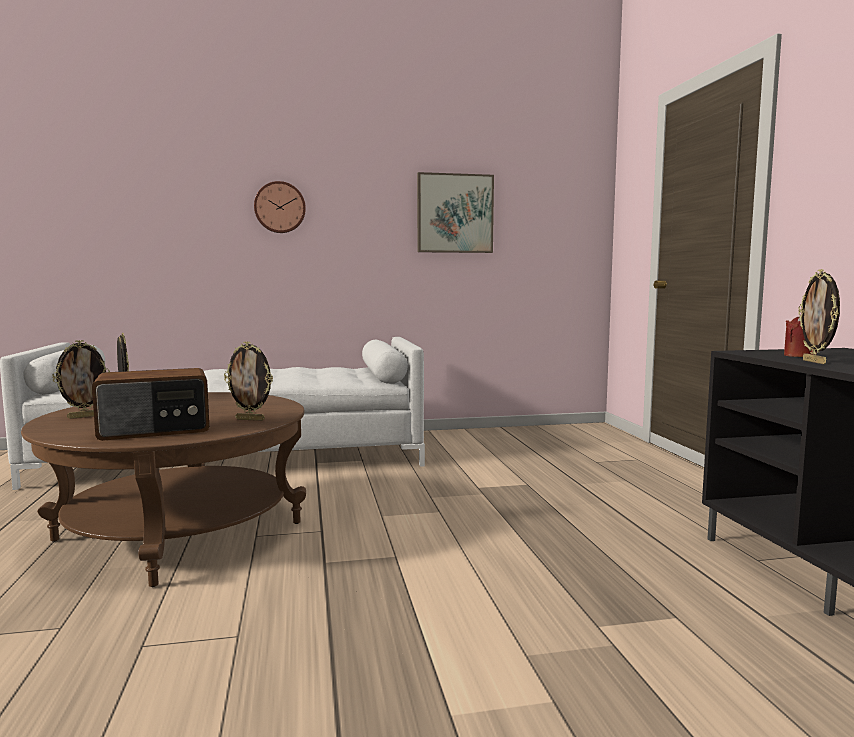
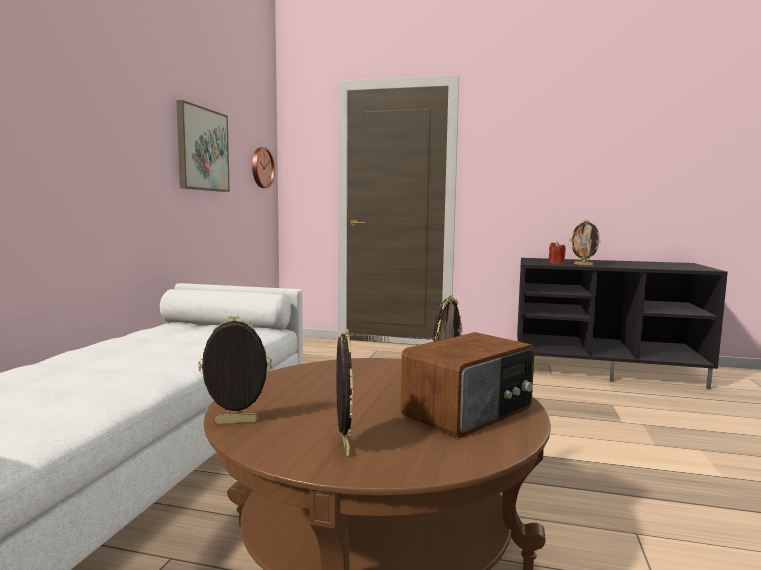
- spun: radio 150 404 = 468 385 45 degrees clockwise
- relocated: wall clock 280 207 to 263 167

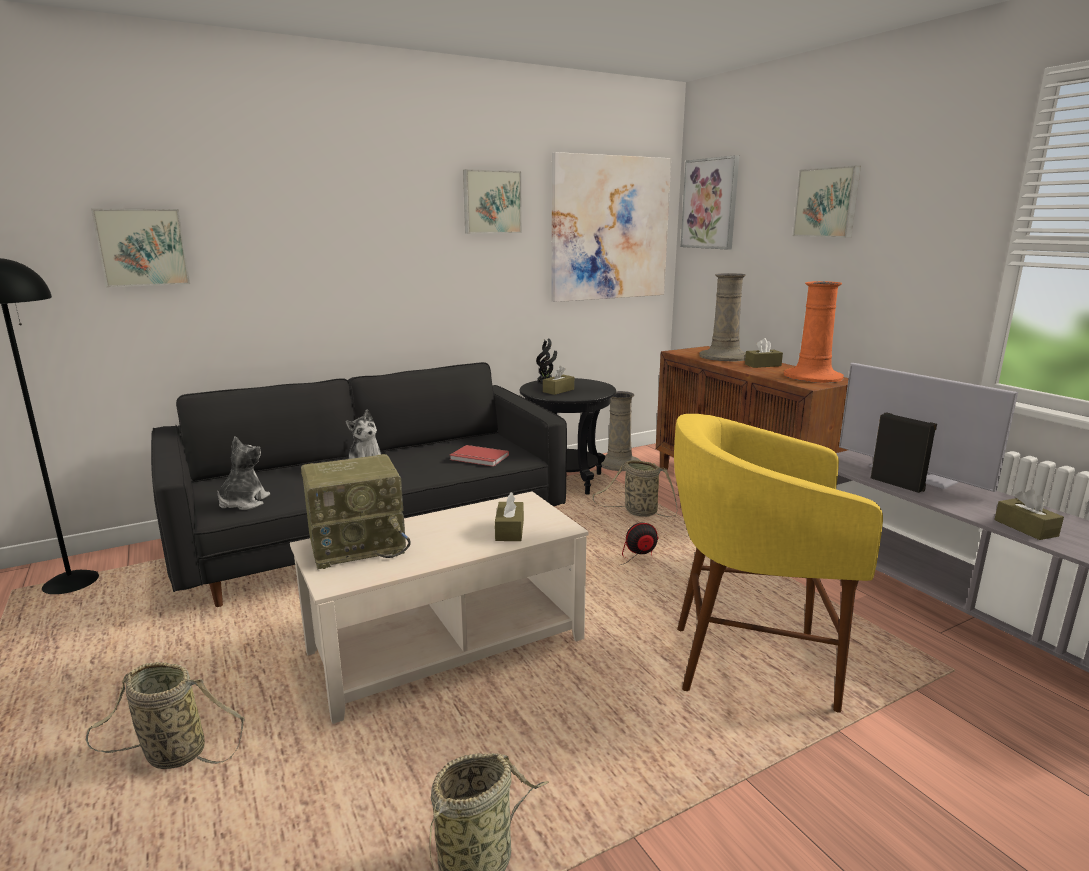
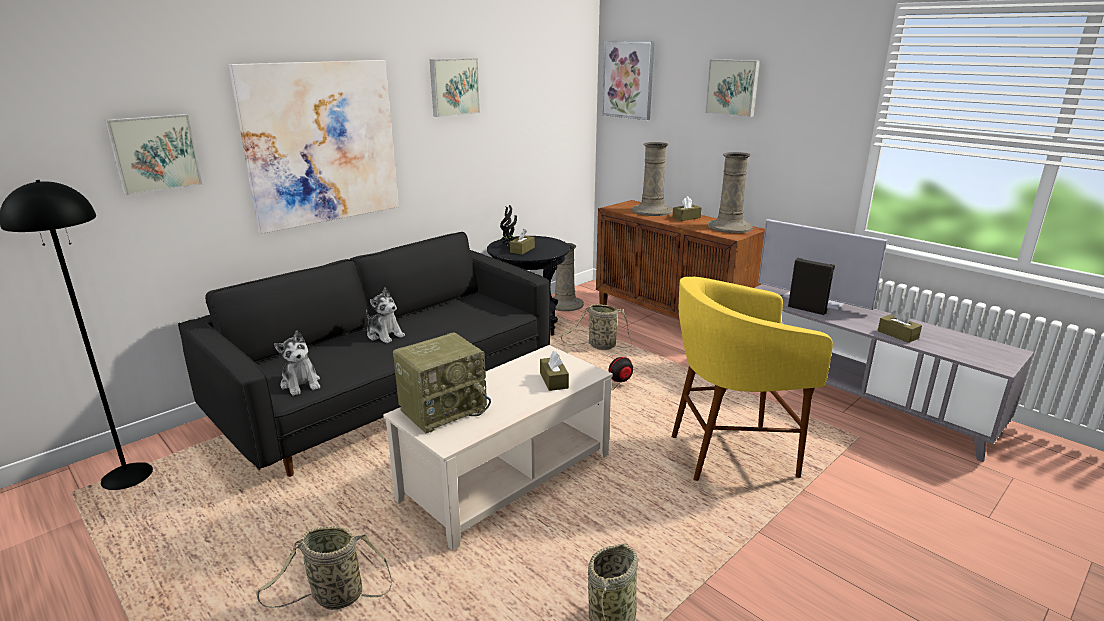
- spun: plush toy 243 473 = 297 363 150 degrees clockwise
- missing: book/red 479 456
- relocated: picture 611 227 to 314 147
- colour: vase/orange 814 332 to vase/beige 730 192

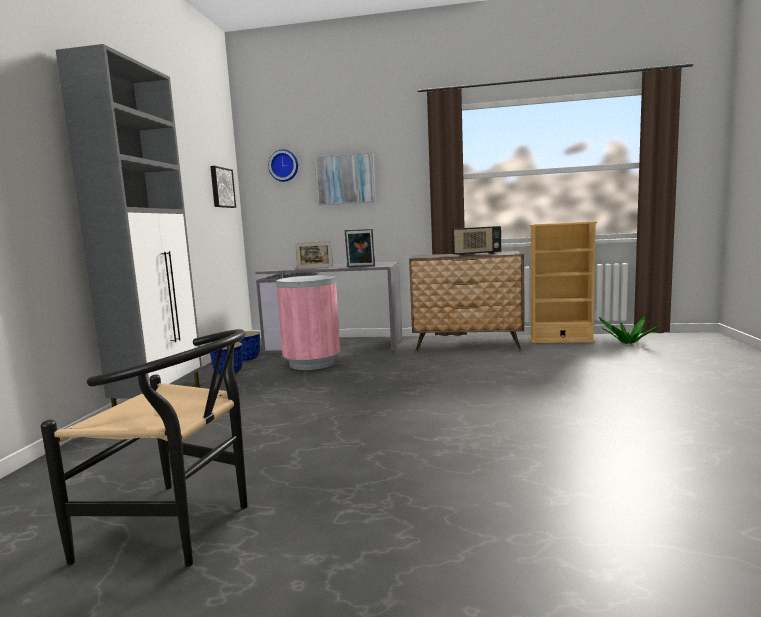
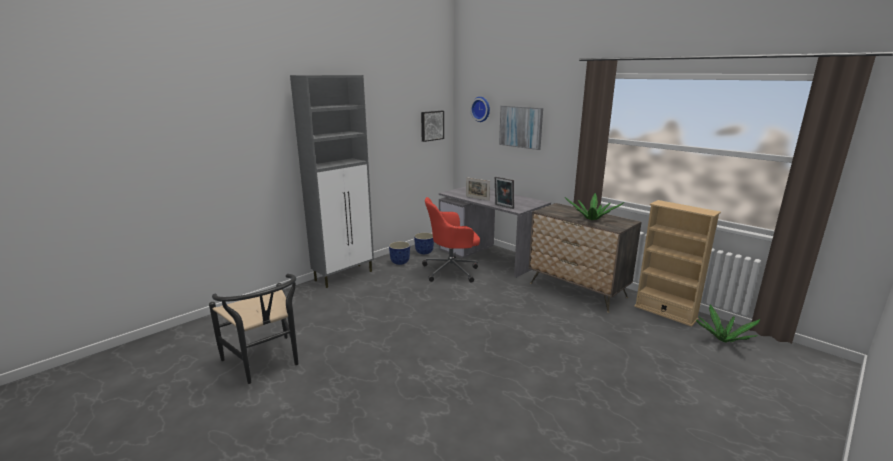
- exchanged: trash can/pink 308 322 to office chair/red 451 240
- exchanged: radio 476 241 to potted plant 594 206

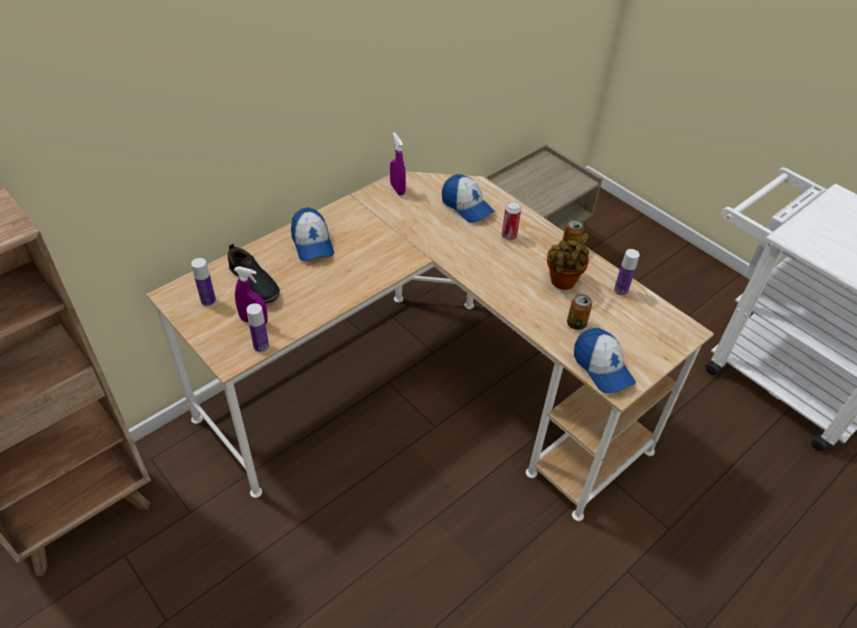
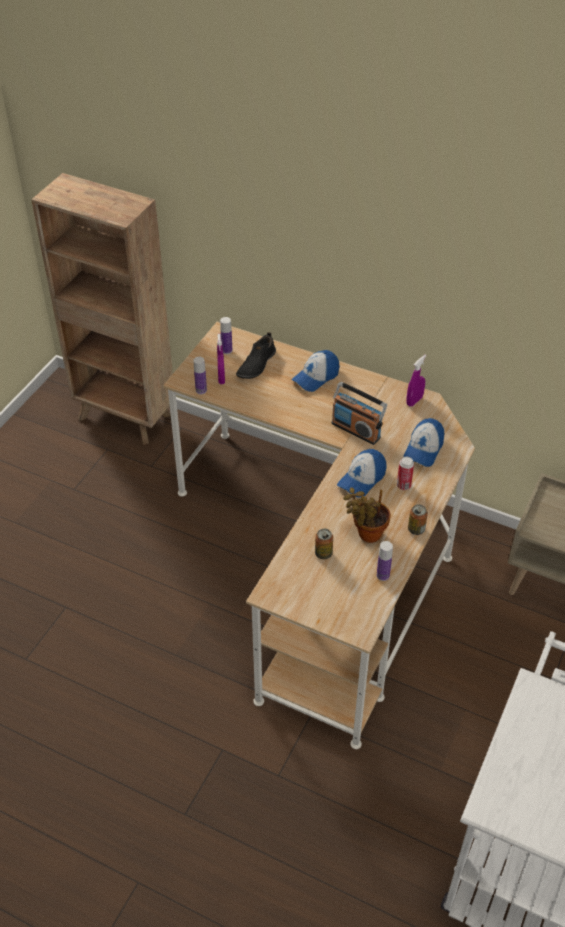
- relocated: cap 605 360 to 362 473
- appeared: radio 359 413

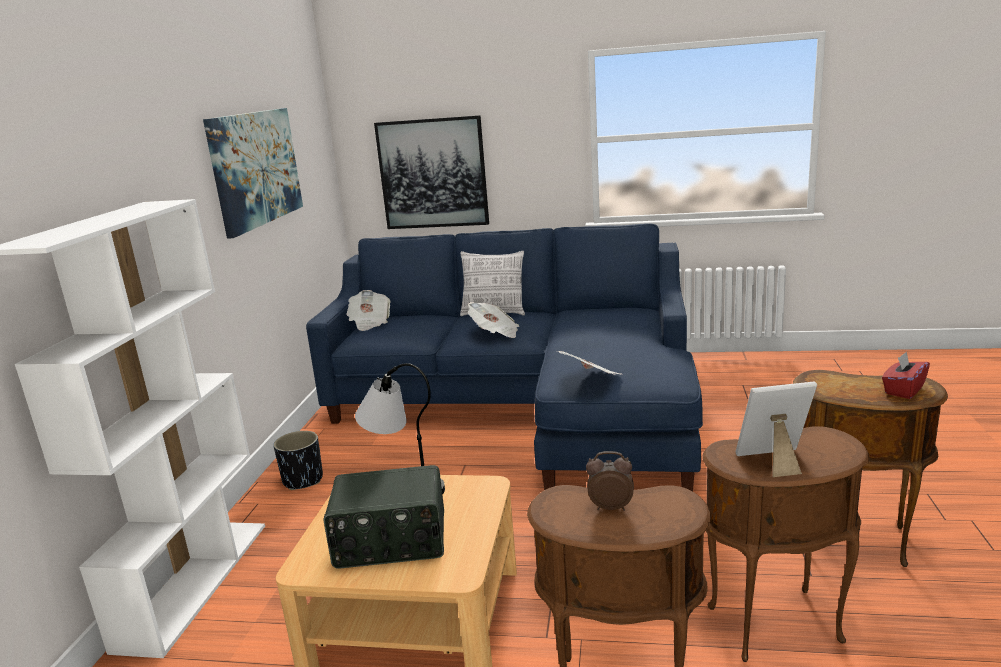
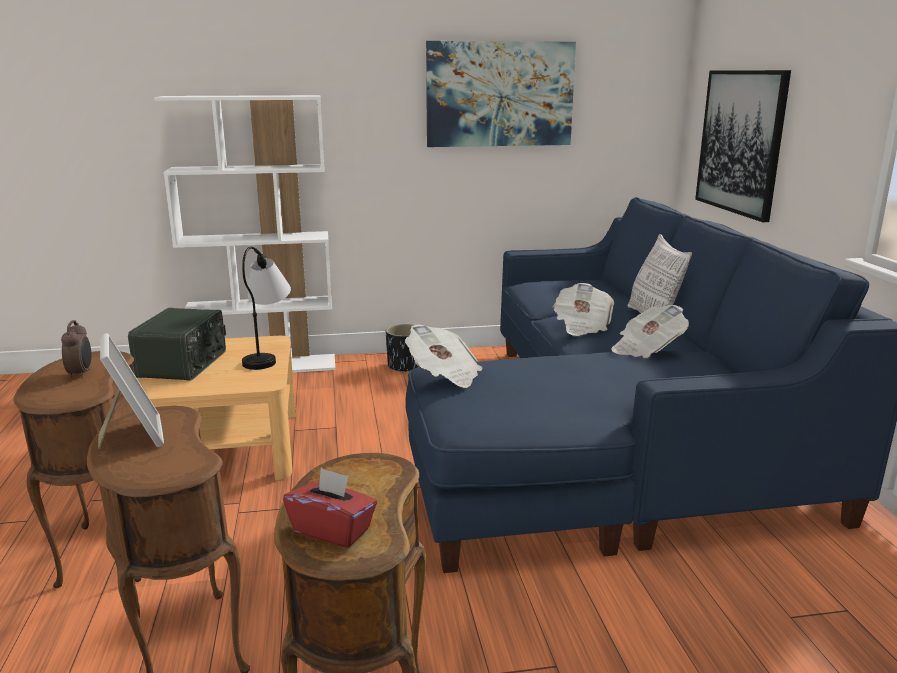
- spun: radio 384 517 = 177 344 150 degrees counterclockwise
- relocated: newspaper 368 310 to 650 331

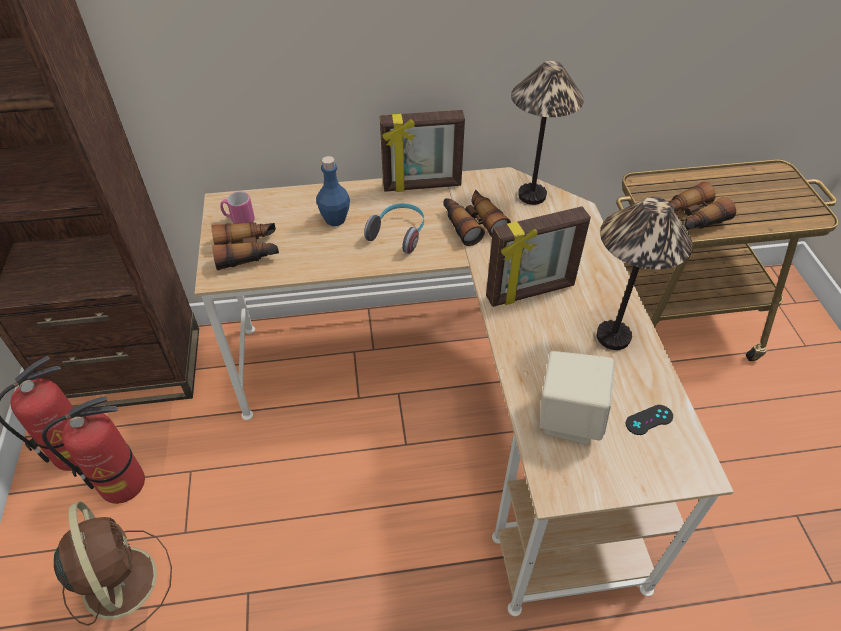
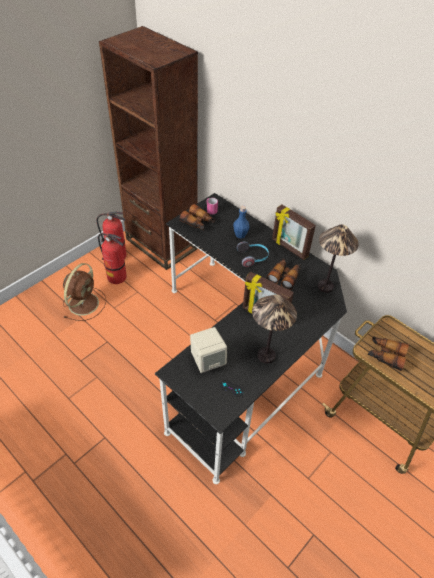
- colour: desk/beige 464 391 to desk/black 251 338

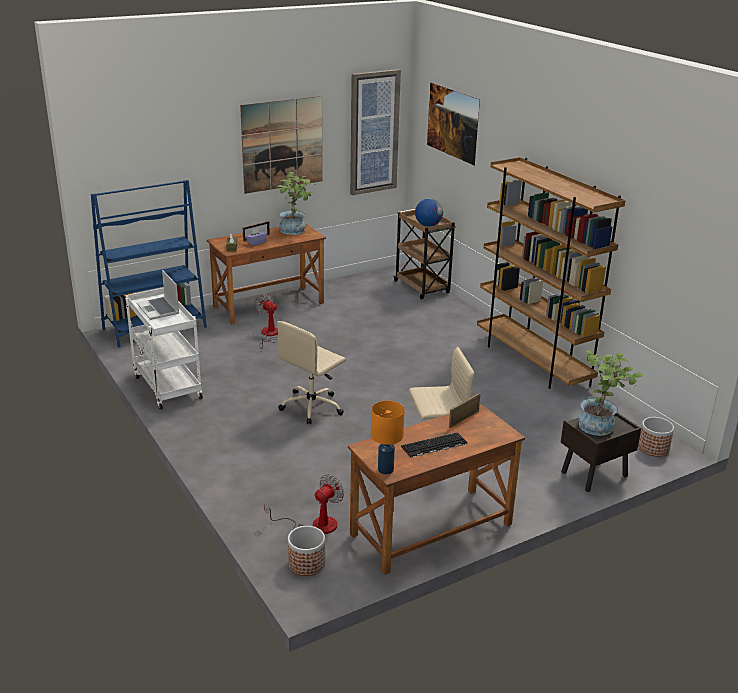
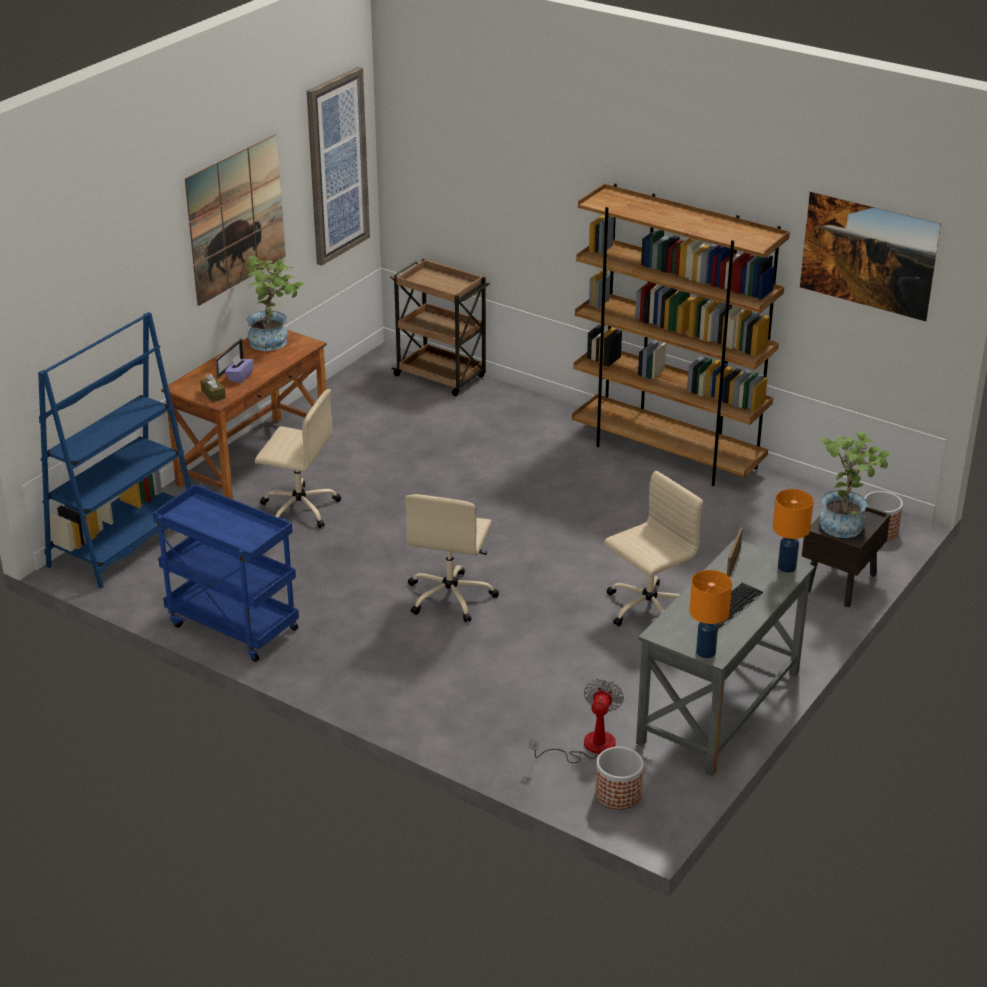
- colour: cart/white 164 349 to cart/blue 226 573
- missing: laptop 158 295
- exchanged: fan 267 321 to office chair/beige 298 458
- colour: desk/brown 437 489 to desk/grey 725 657
- missing: globe 429 212
- relocated: picture 453 124 to 870 257
- appeared: table lamp/orange 793 531

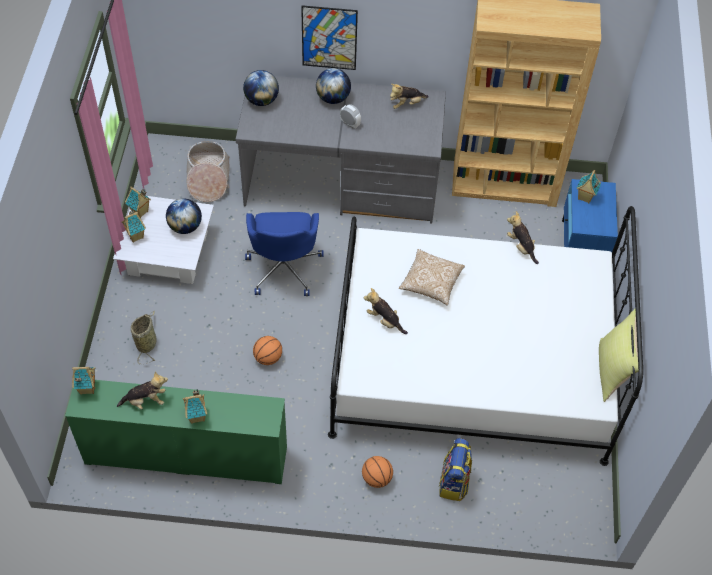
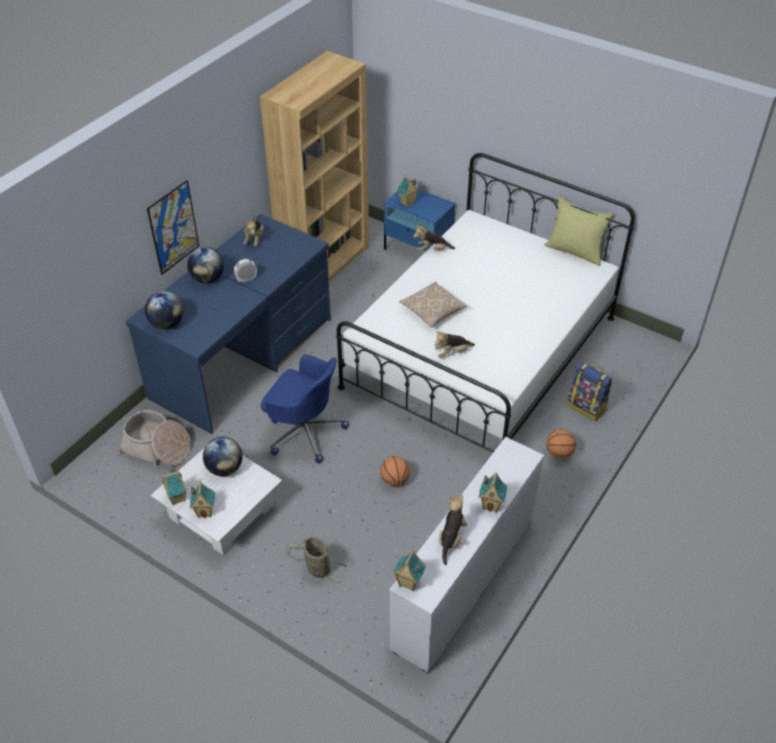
- colour: dresser/green 176 432 to dresser/white 466 555
- colour: desk/grey 341 150 to desk/blue 228 324

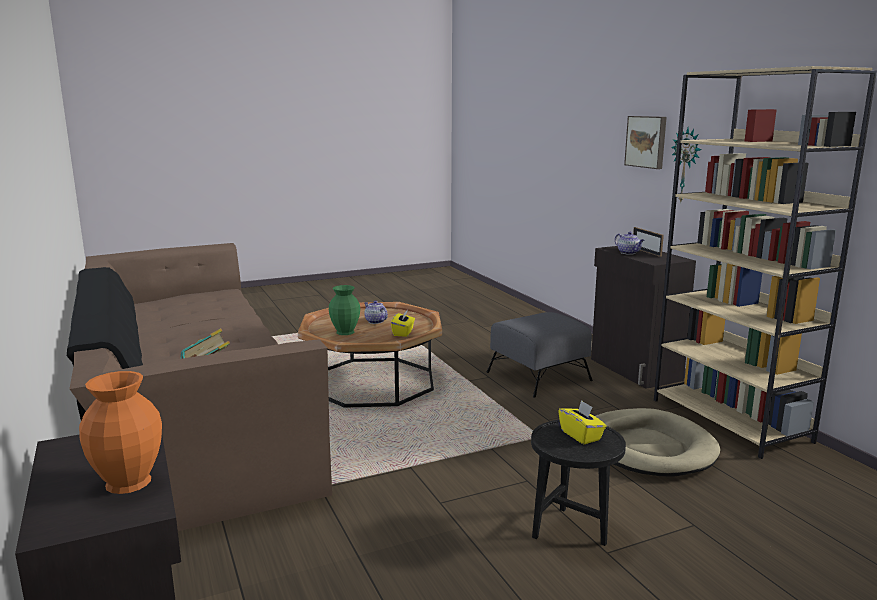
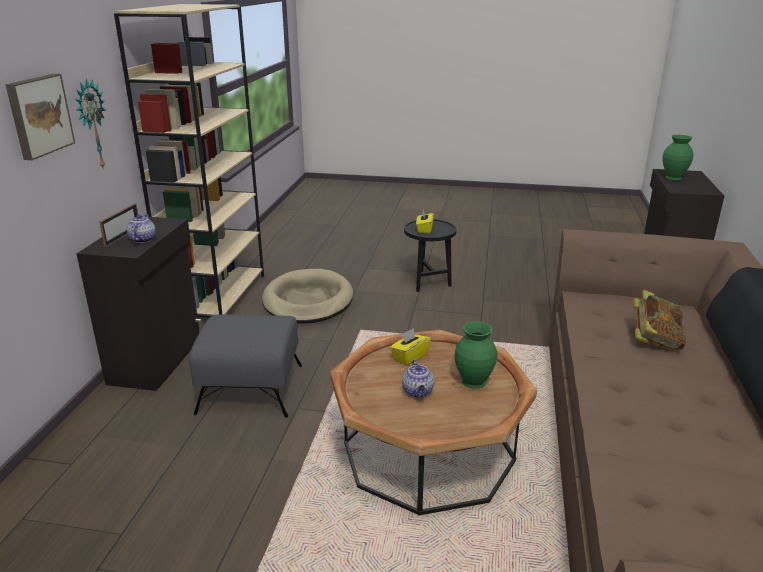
- colour: vase/orange 120 432 to vase/green 678 157

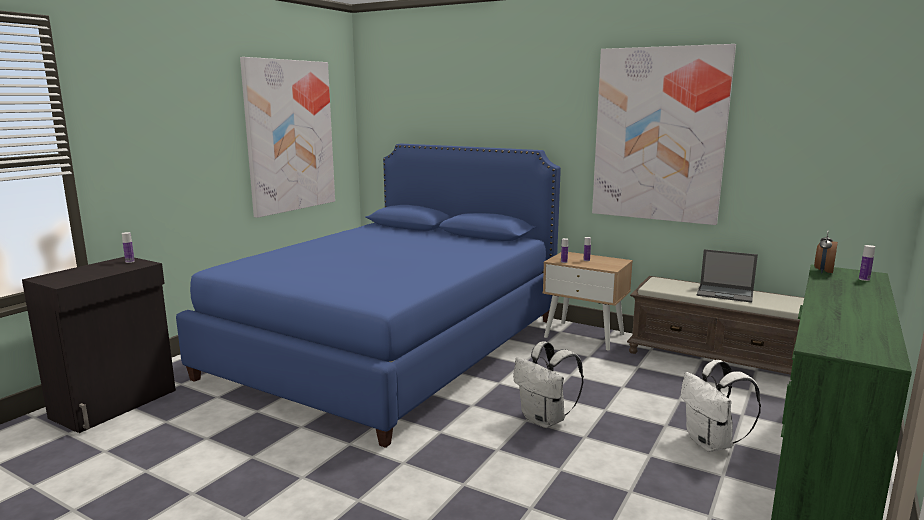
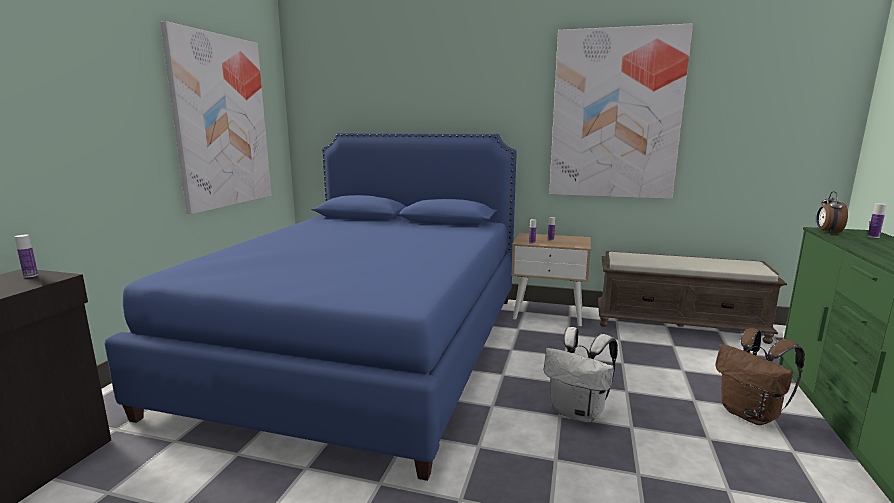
- colour: backpack/white 721 406 to backpack/brown 760 376
- missing: laptop 727 276

